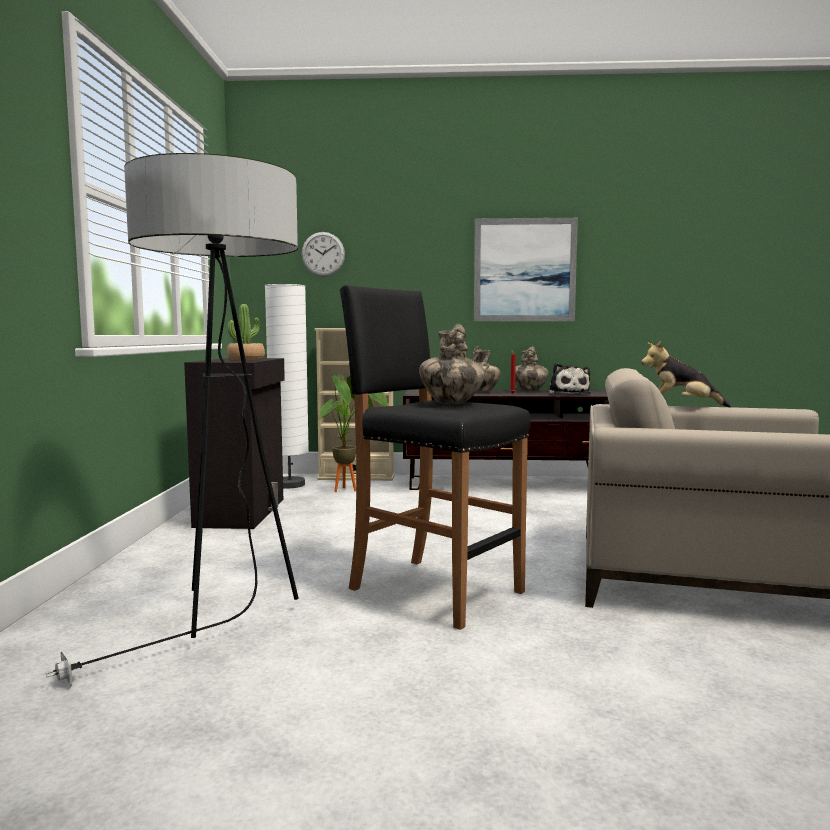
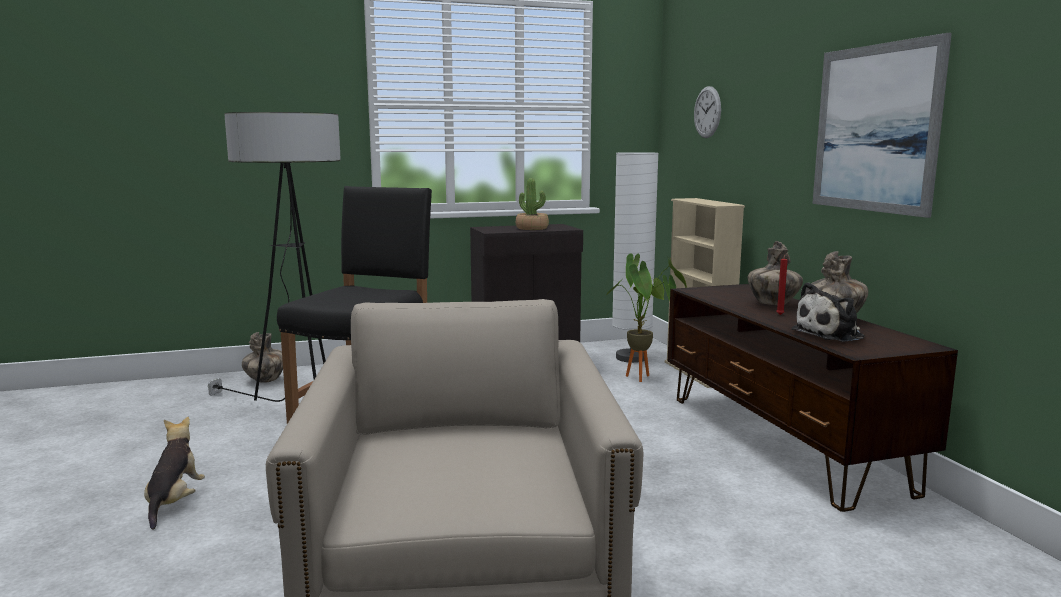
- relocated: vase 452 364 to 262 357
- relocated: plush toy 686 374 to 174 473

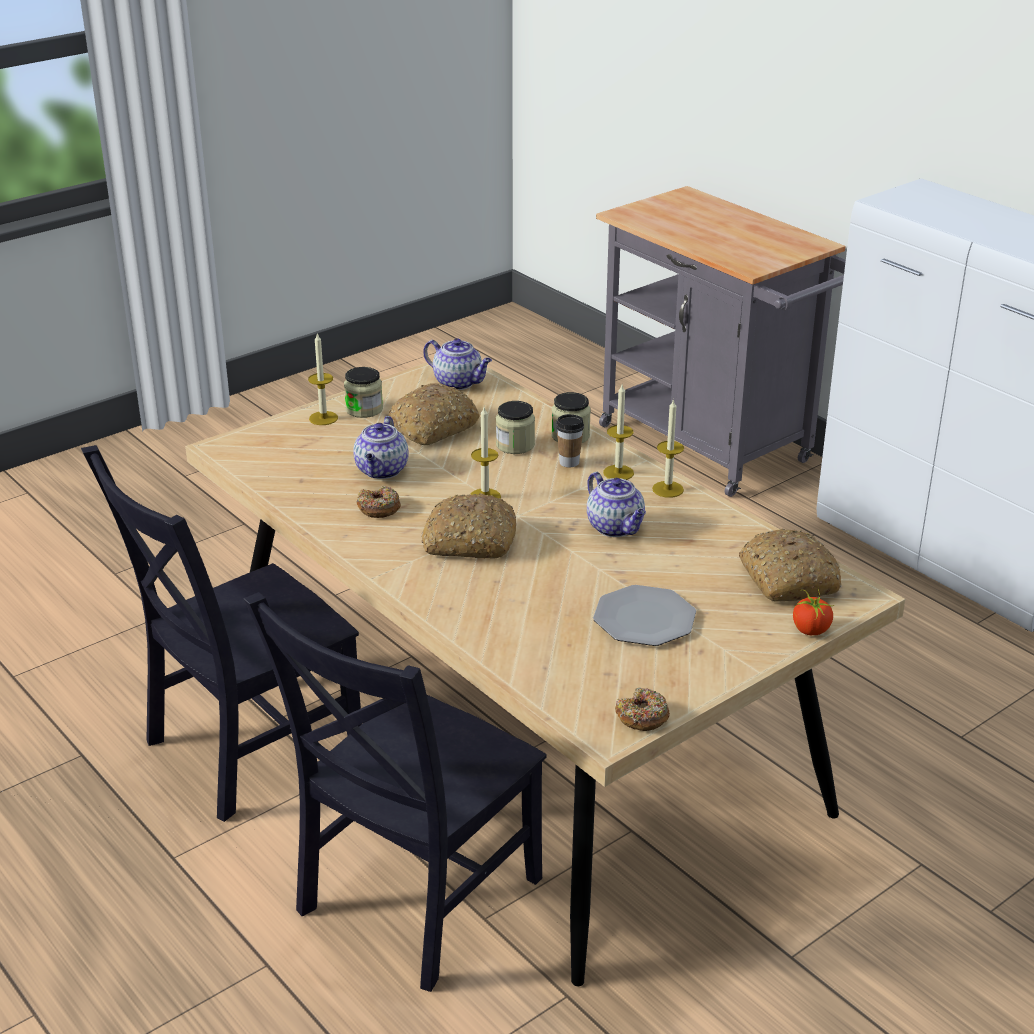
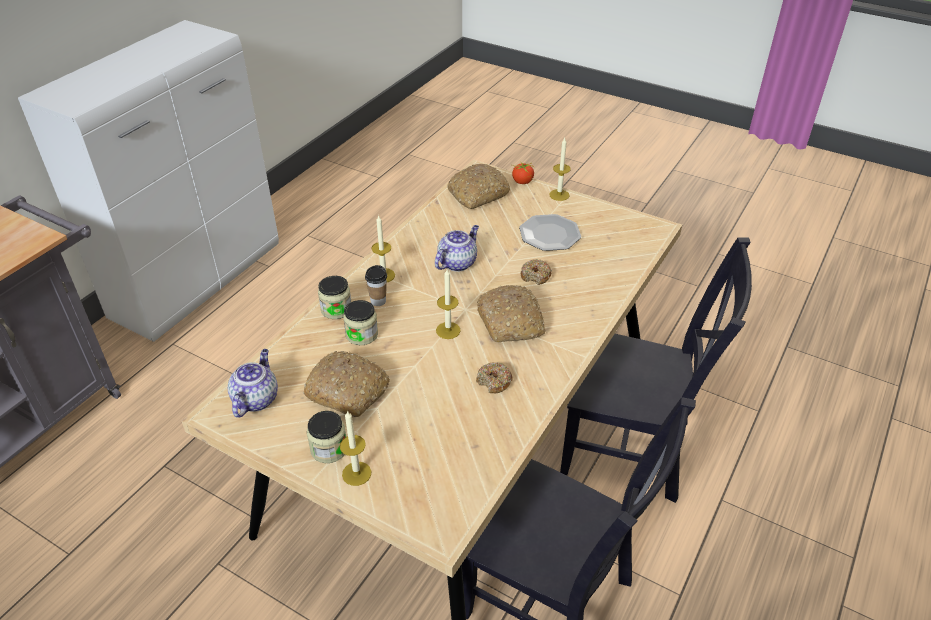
- missing: teapot 381 447
- relocated: donut 642 709 to 536 272
- relocated: candle 668 448 to 560 169

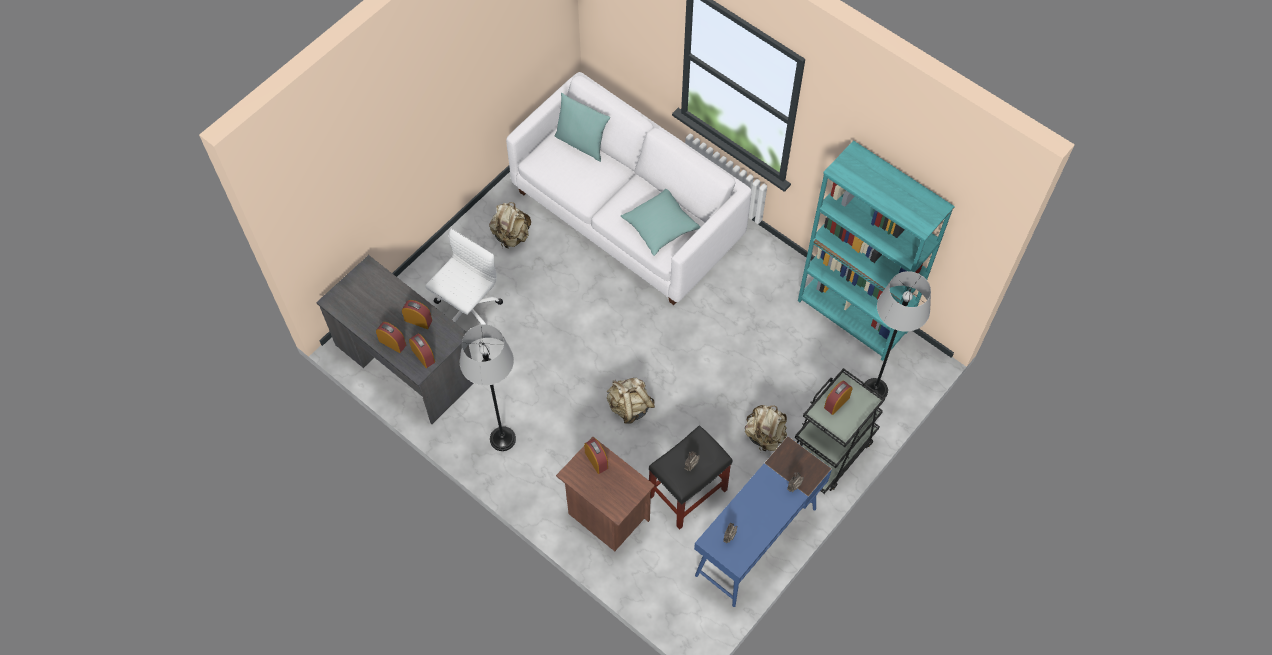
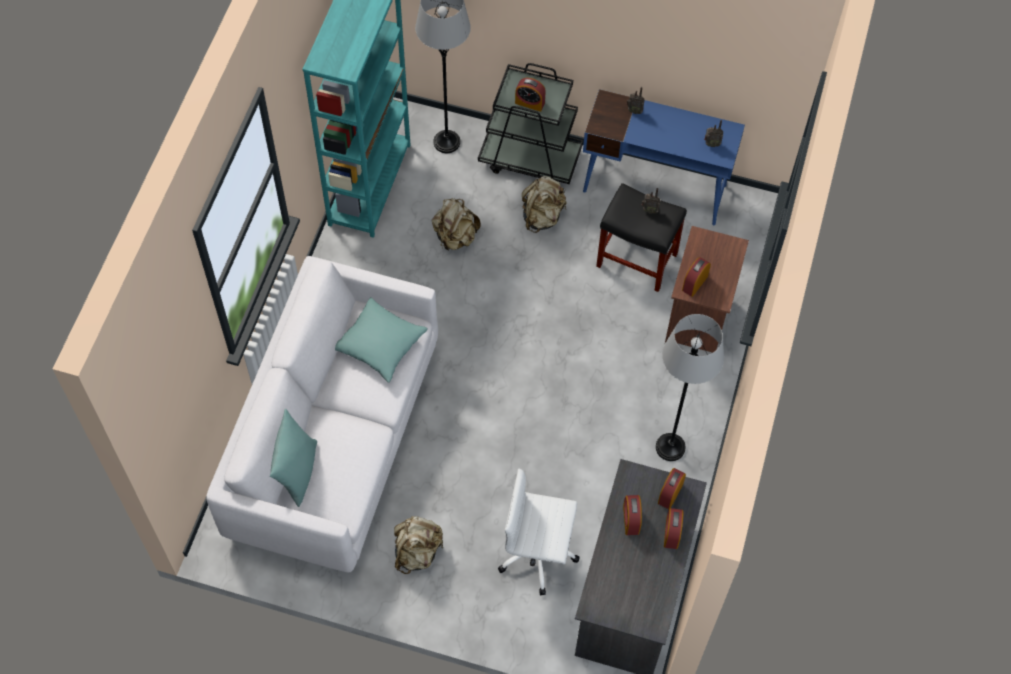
- relocated: backpack/beige 631 401 to 456 224

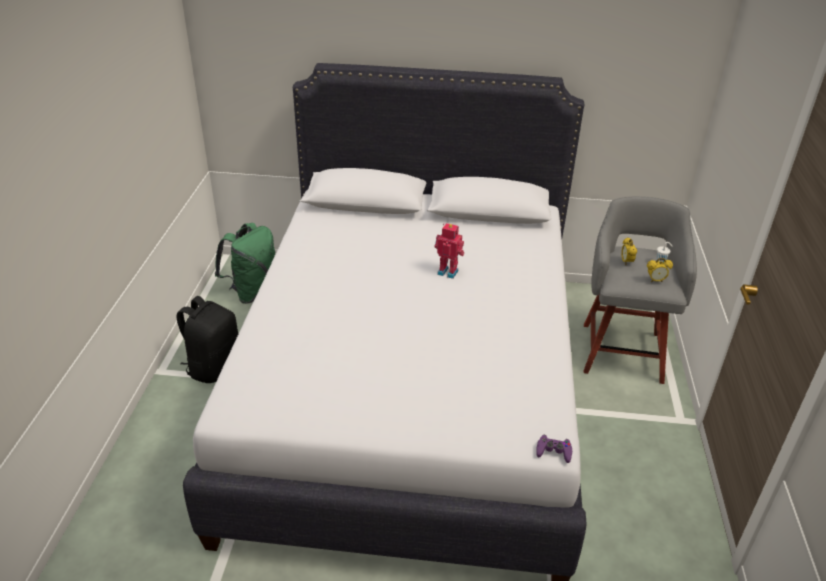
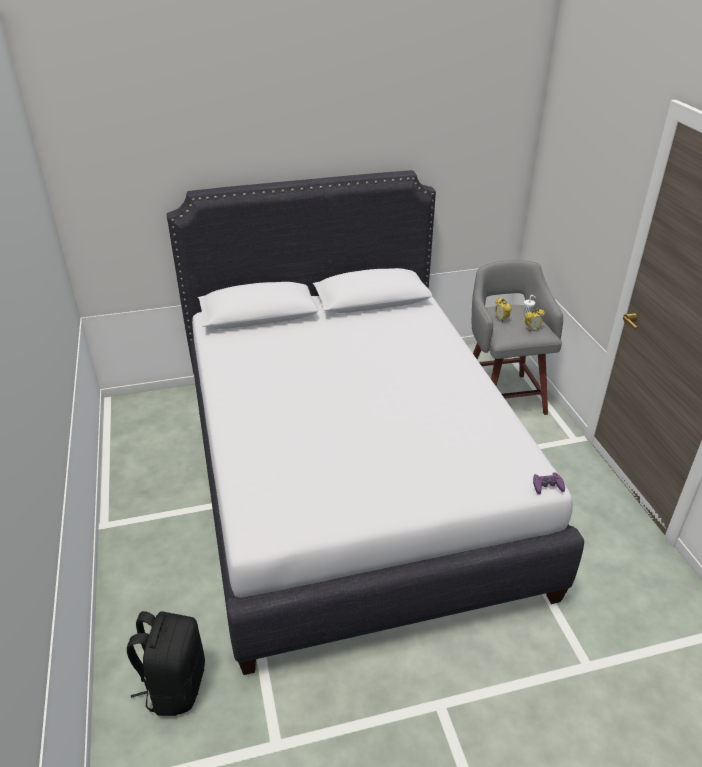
- relocated: backpack/black 207 339 to 166 663
- missing: backpack/green 245 263
- missing: toy robot 449 251

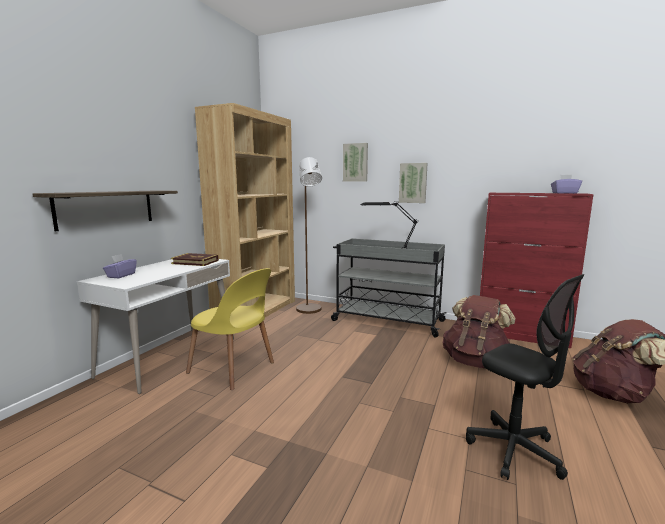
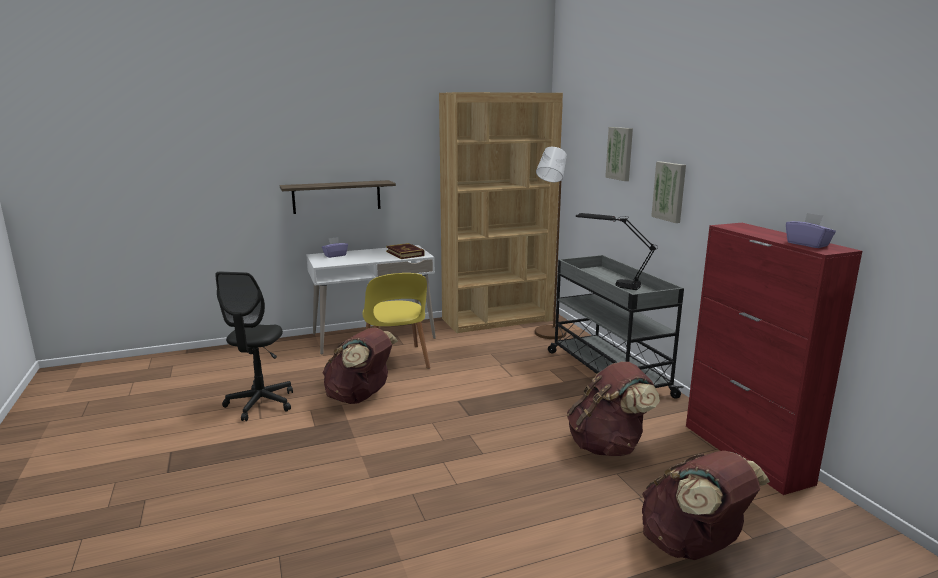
- relocated: office chair/black 525 377 to 254 346
- appeared: backpack/brown 360 366

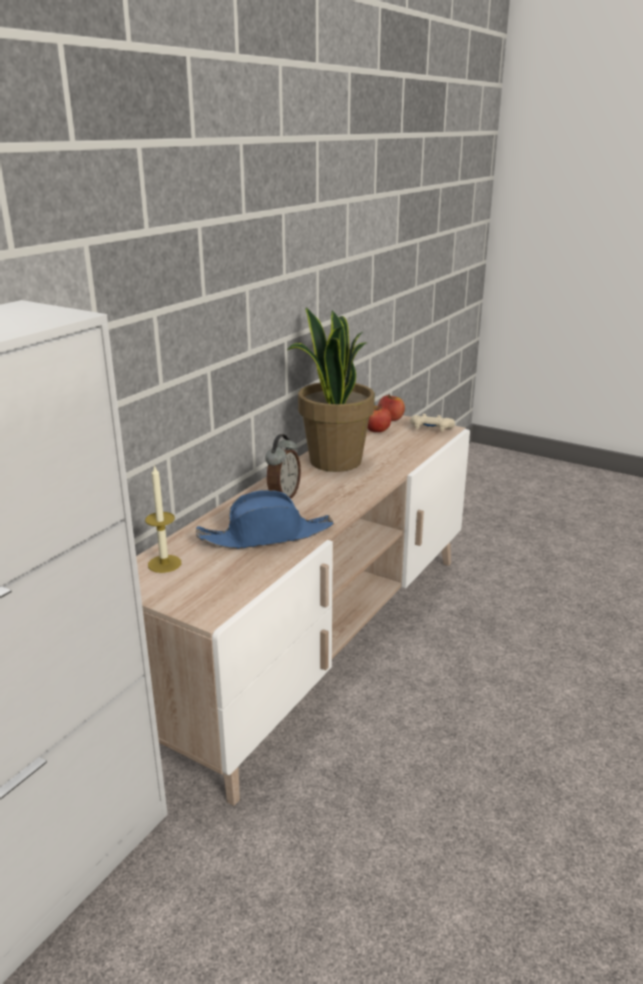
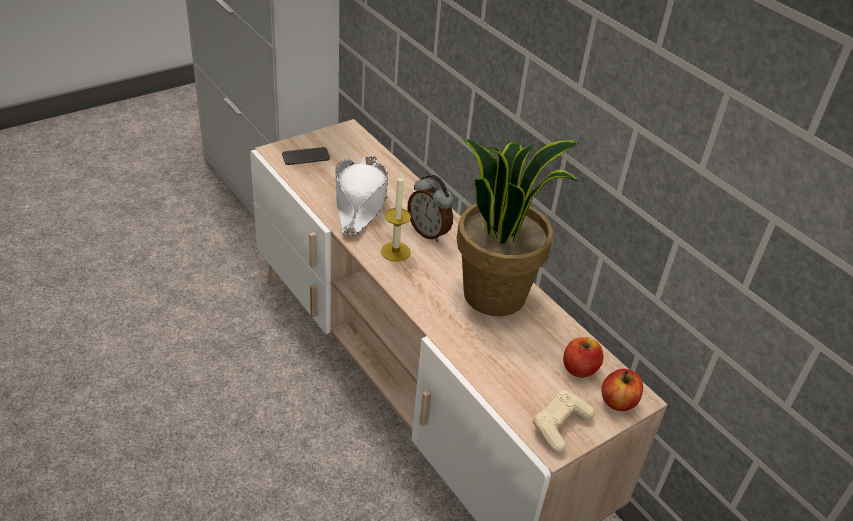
- relocated: candle 163 518 to 396 218
- colour: hat/blue 265 519 to hat/white 361 195
- appeared: phone 306 156

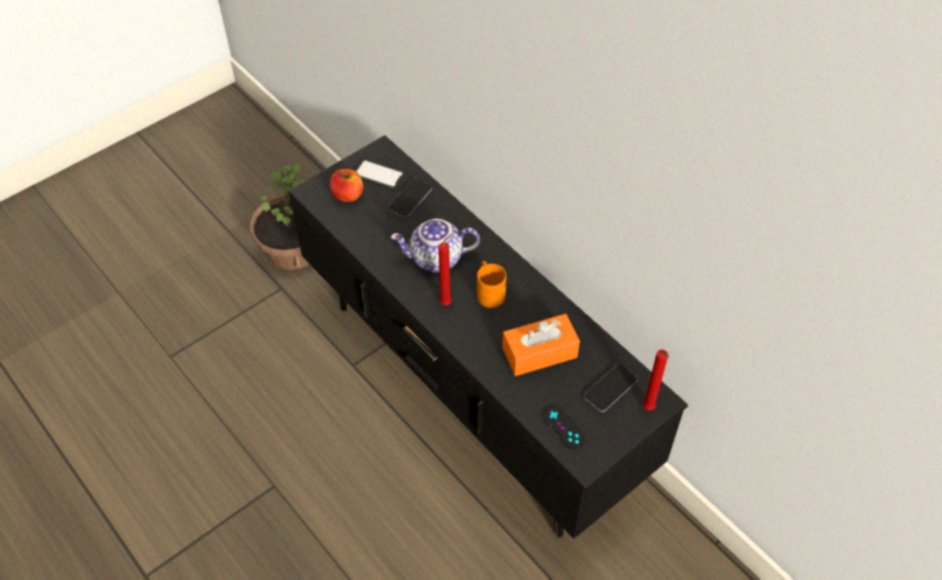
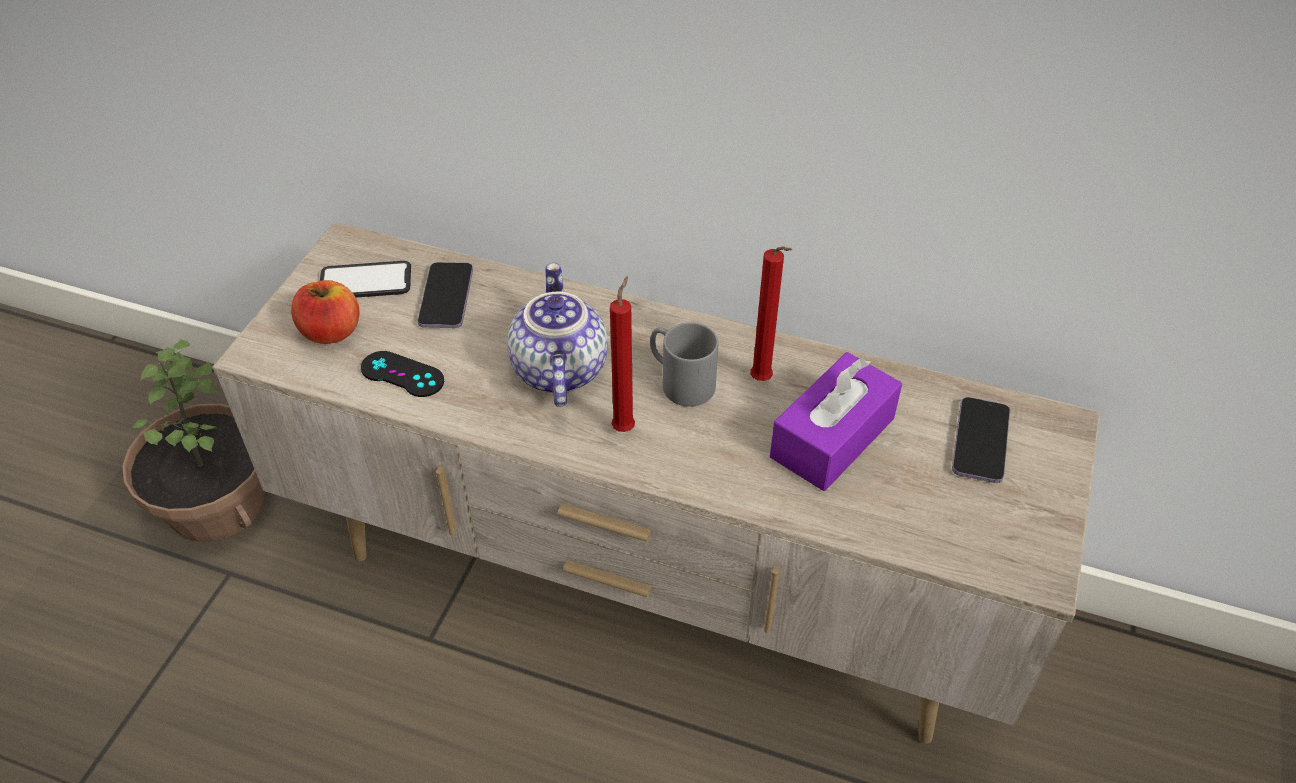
- colour: tv stand/black 488 337 to tv stand/beige 656 483
- spun: teapot 435 245 = 557 335 120 degrees clockwise
- colour: mug/orange 491 284 to mug/grey 684 364
- colour: tissue box/orange 541 345 to tissue box/purple 836 421
- relocated: game controller/black 564 427 to 402 374
- relocated: candle/red 656 380 to 771 313

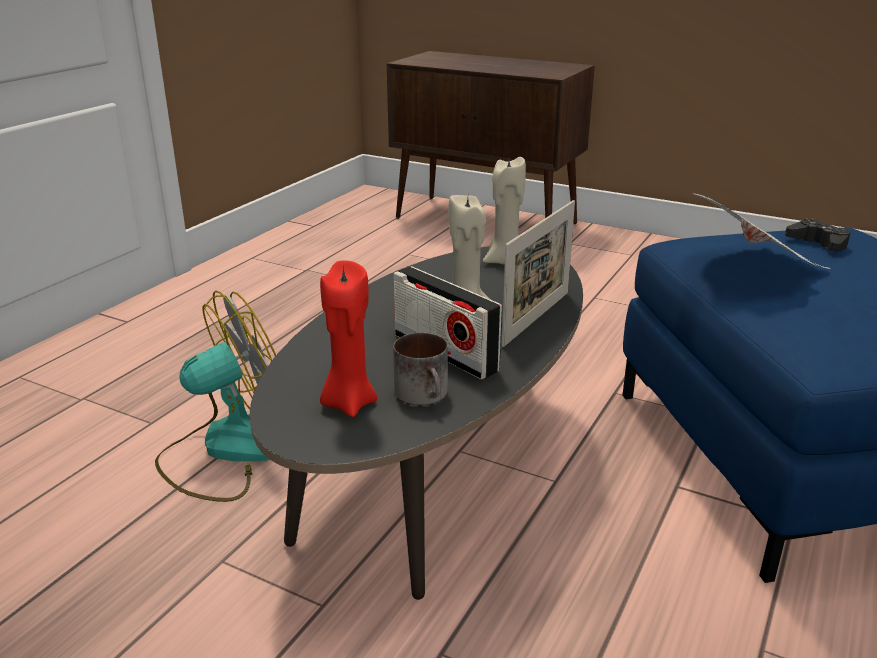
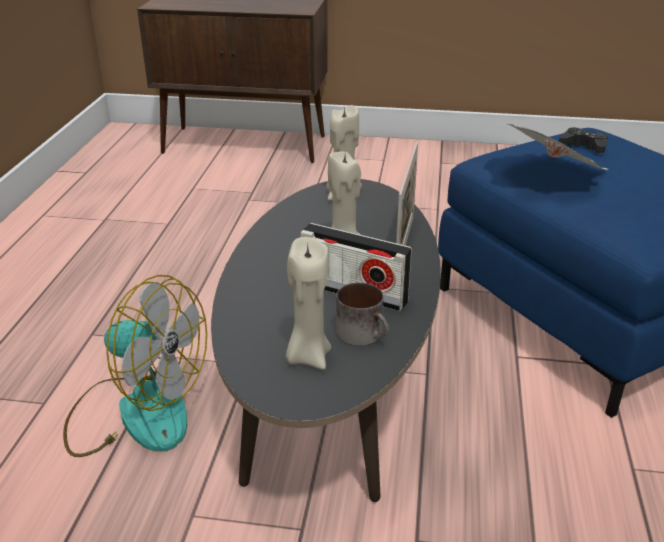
- spun: fan 215 396 = 135 366 75 degrees clockwise
- colour: candle/red 348 338 to candle/beige 308 303

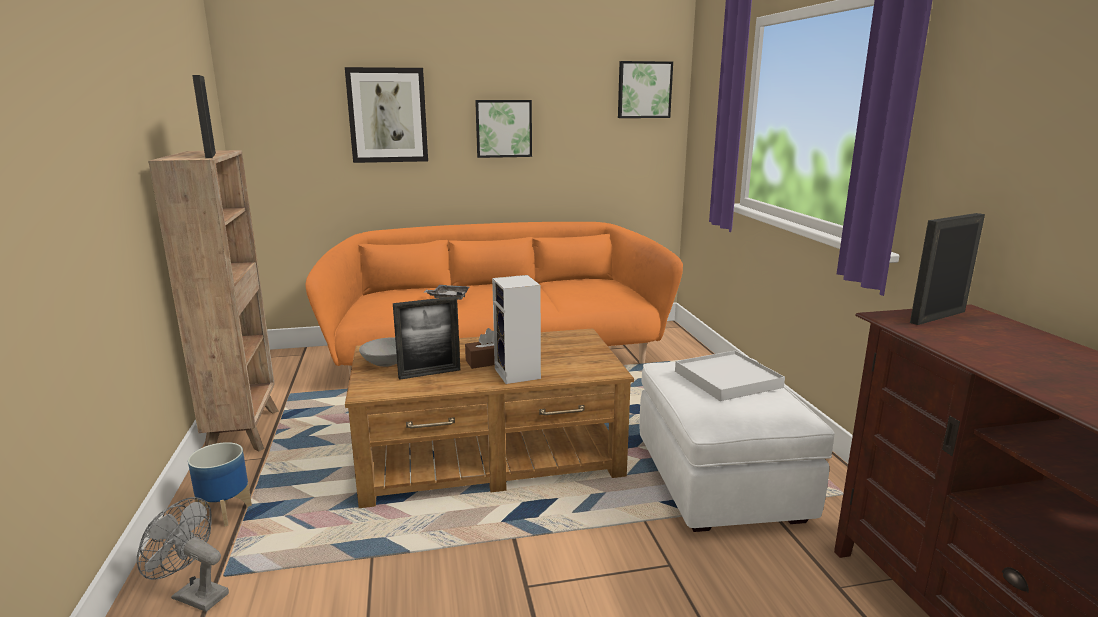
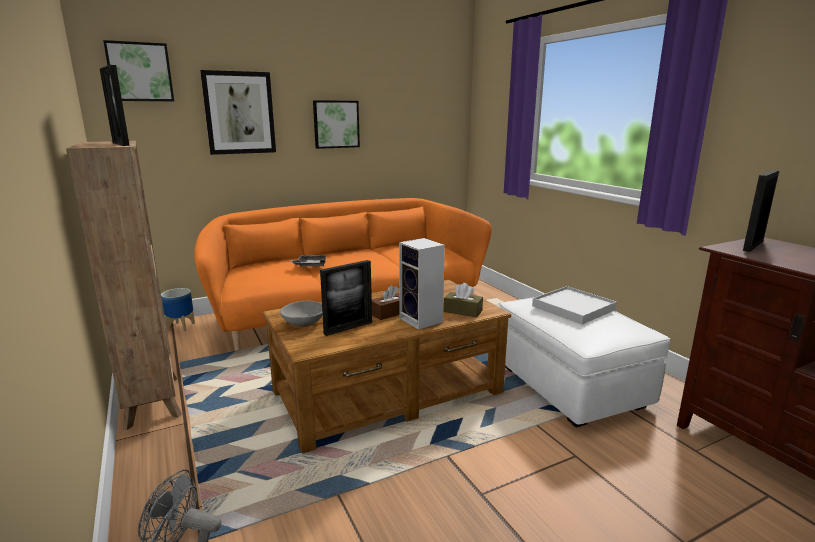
- relocated: planter 220 484 to 178 309
- relocated: picture 645 89 to 138 70
- appeared: tissue box/brown 463 300

